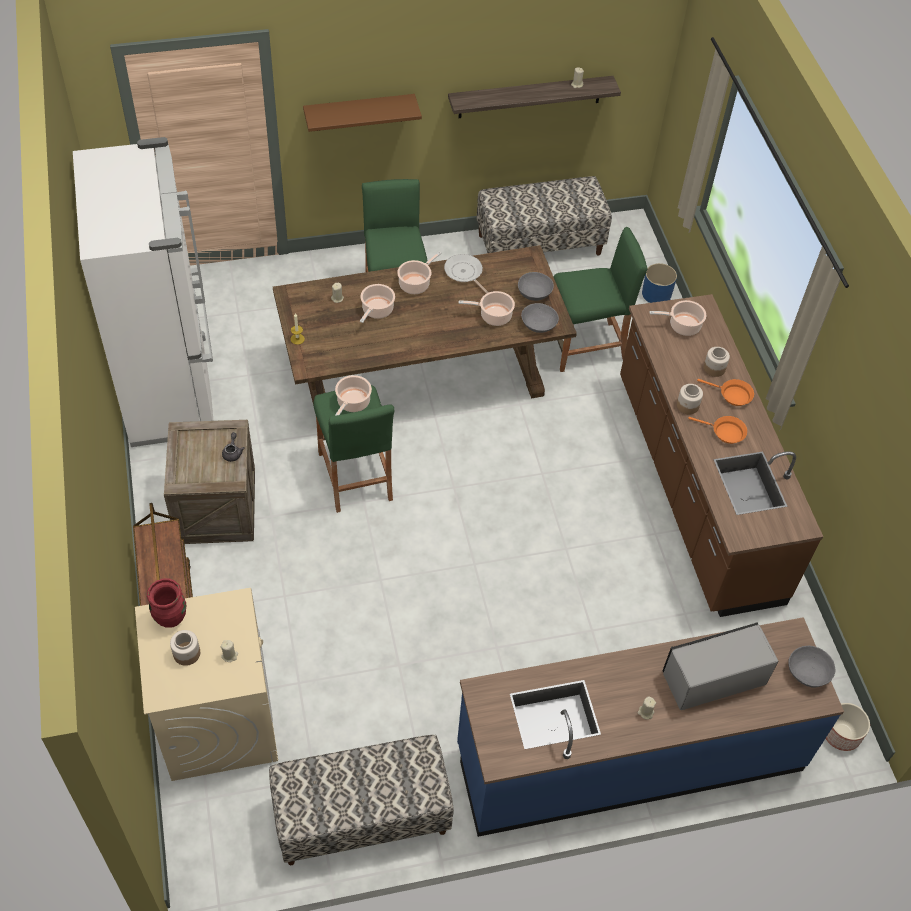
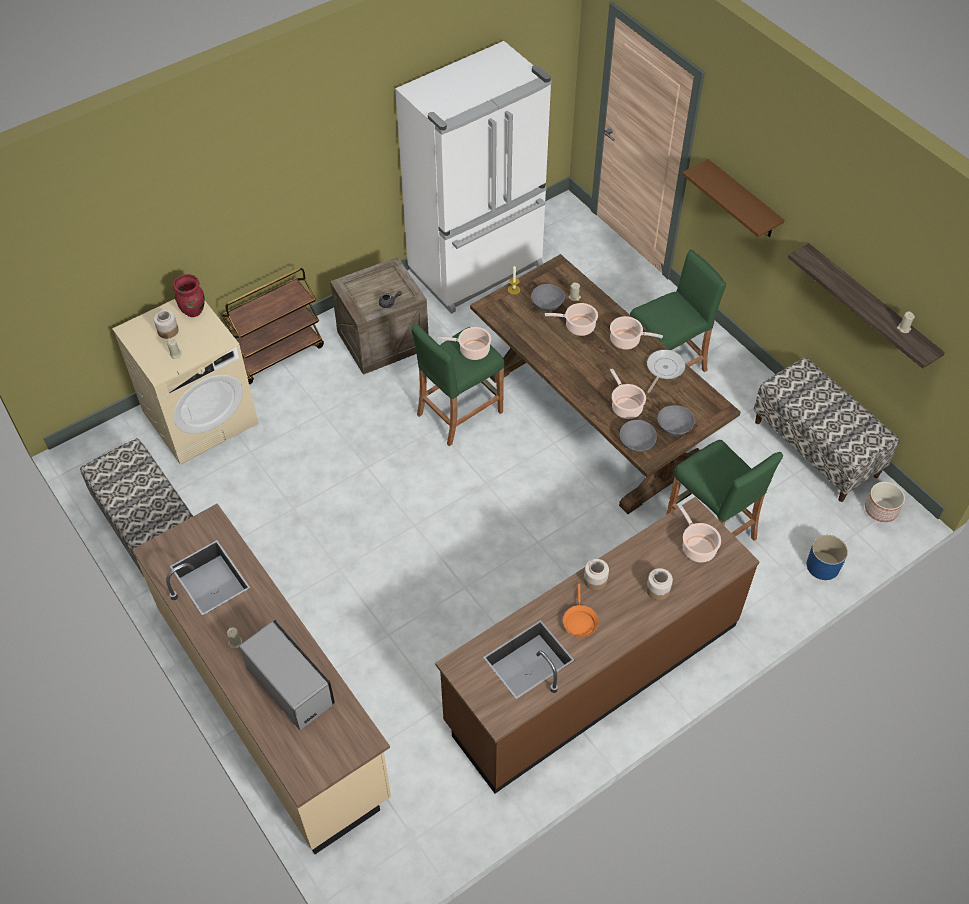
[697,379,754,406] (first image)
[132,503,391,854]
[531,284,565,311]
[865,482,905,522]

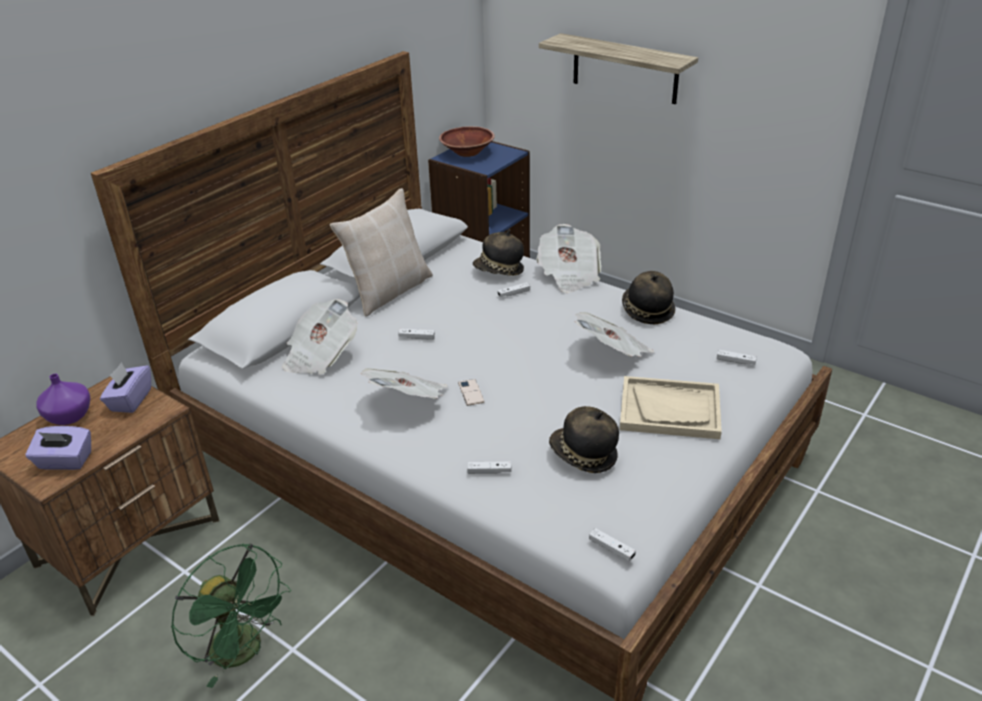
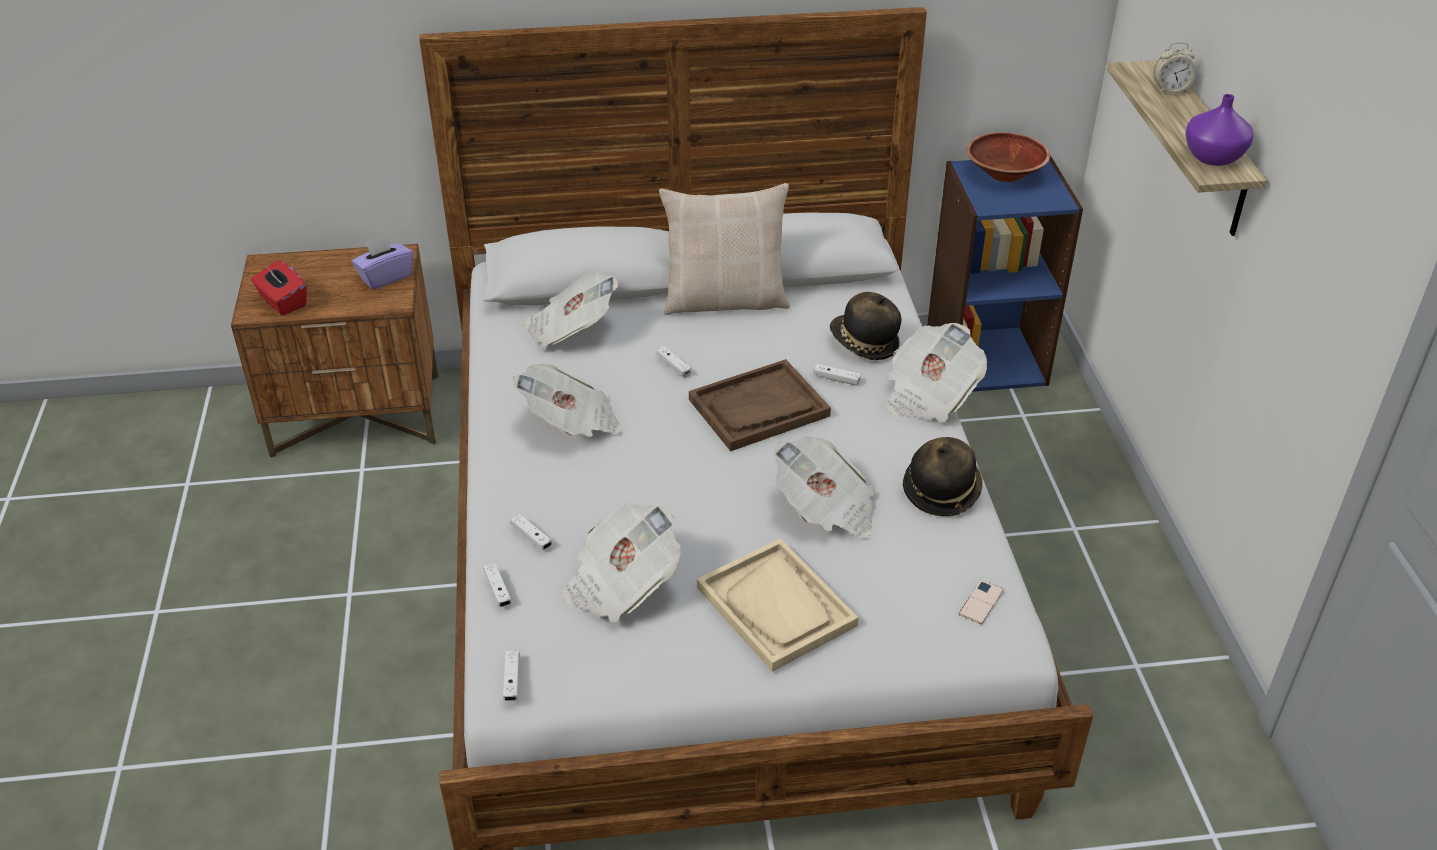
[483,563,512,607]
[1185,94,1254,166]
[958,579,1004,624]
[562,502,681,623]
[251,260,307,315]
[171,543,291,688] (first image)
[1154,42,1196,93]
[689,359,831,451]

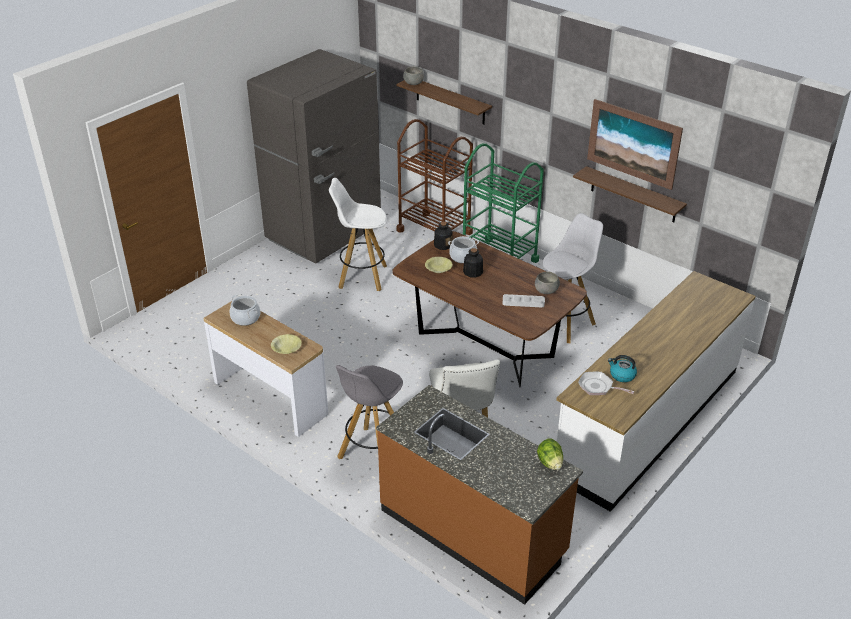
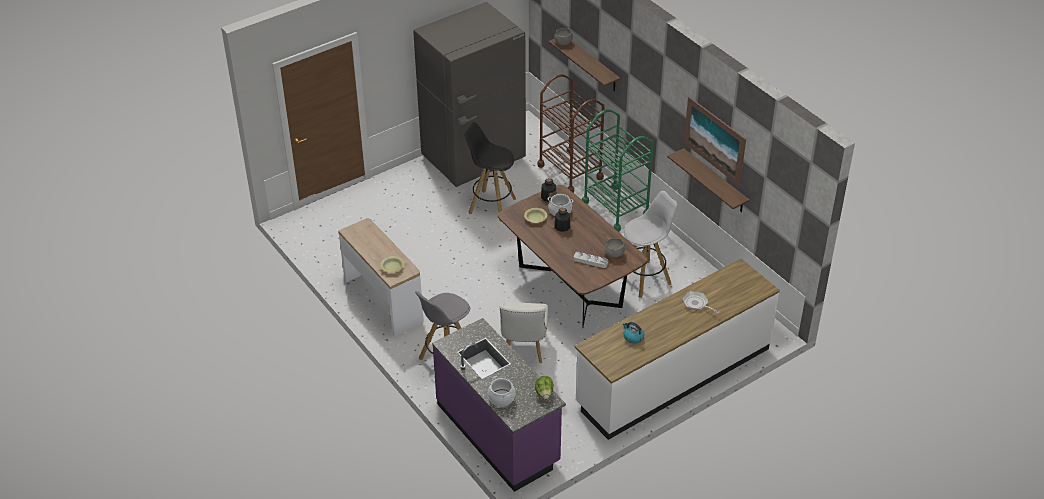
[465,122,516,222]
[488,376,515,406]
[682,291,720,314]
[432,318,566,492]

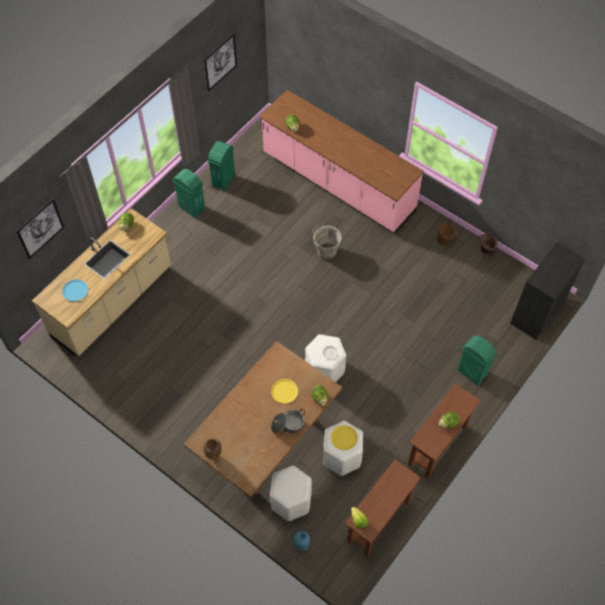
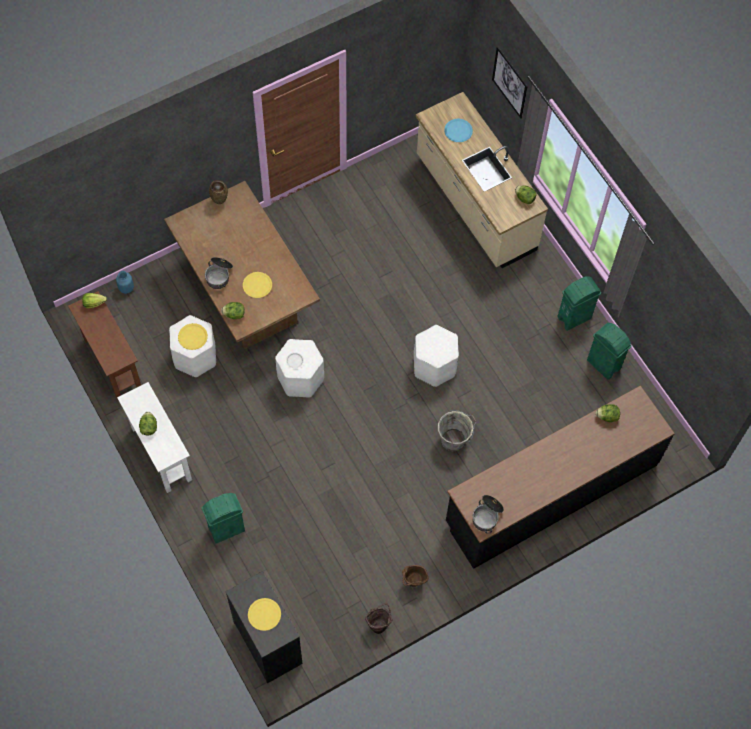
[204,33,237,92] (first image)
[446,386,675,569]
[117,382,192,493]
[414,325,459,387]
[473,495,504,533]
[248,598,281,631]

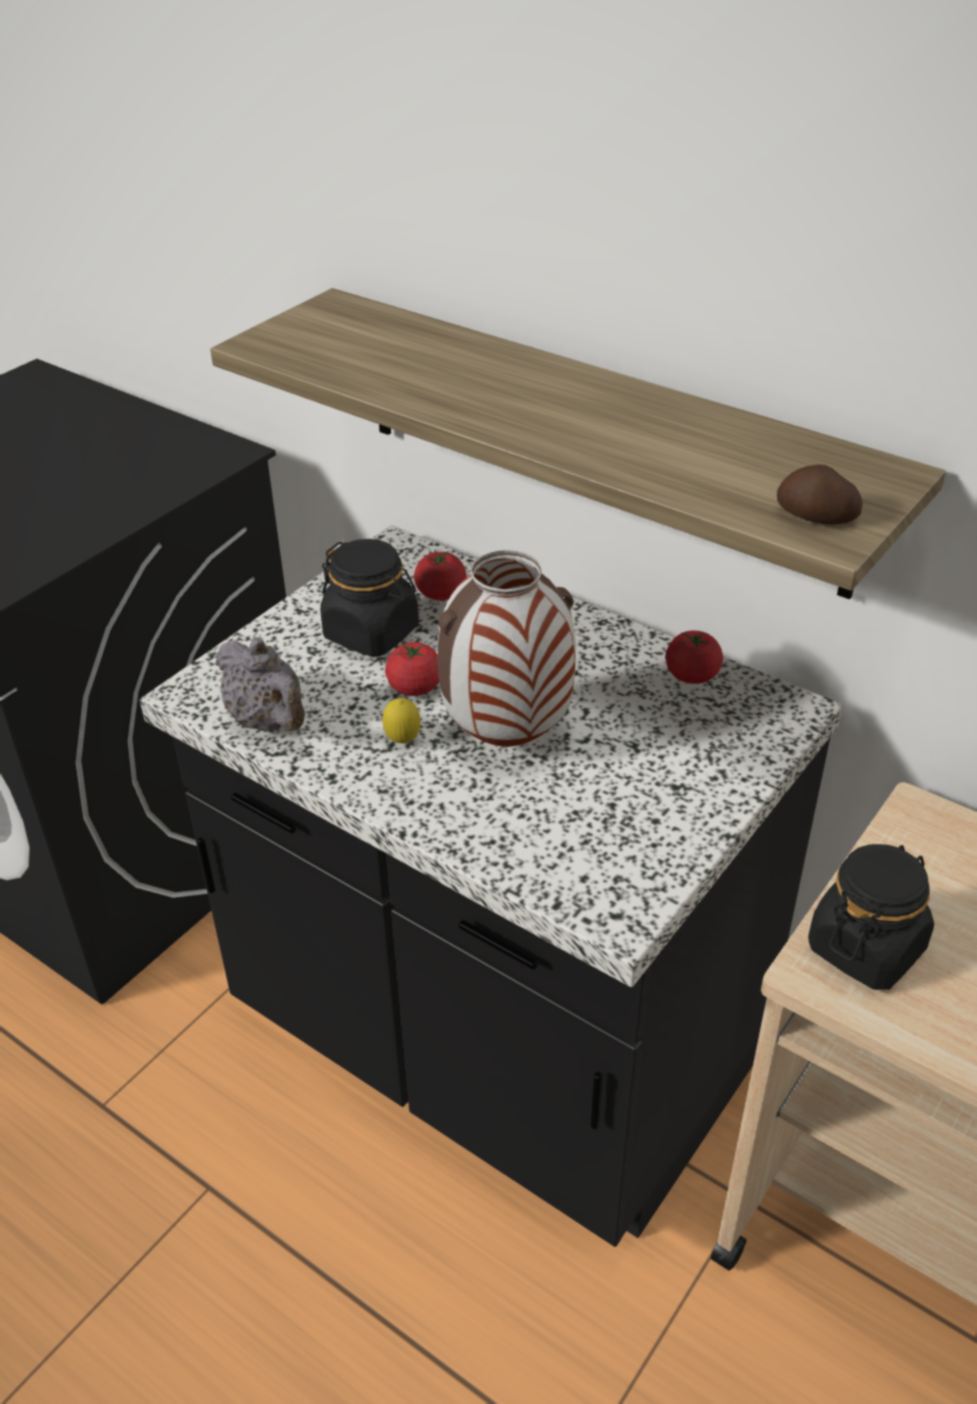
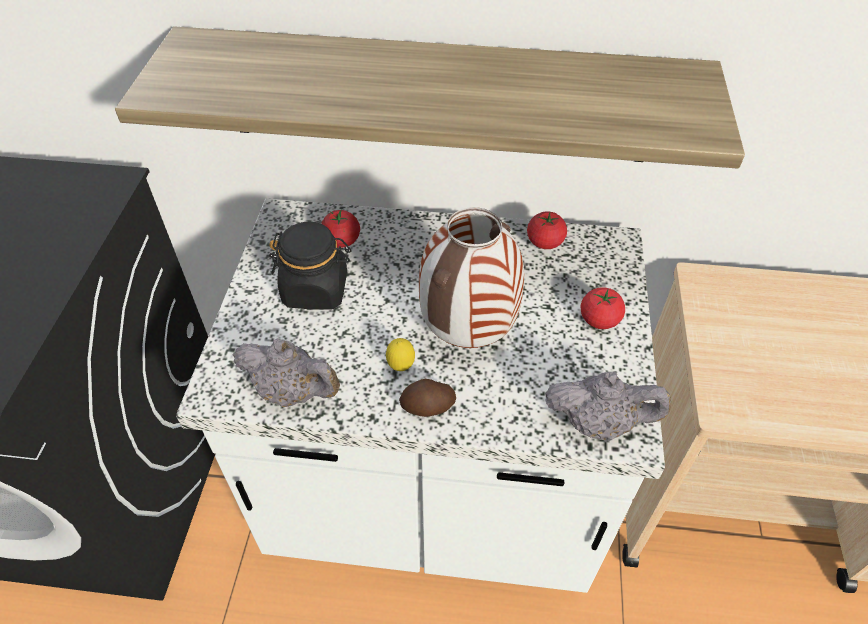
[399,379,456,417]
[176,198,665,593]
[581,287,625,329]
[808,844,934,990] (first image)
[545,372,672,441]

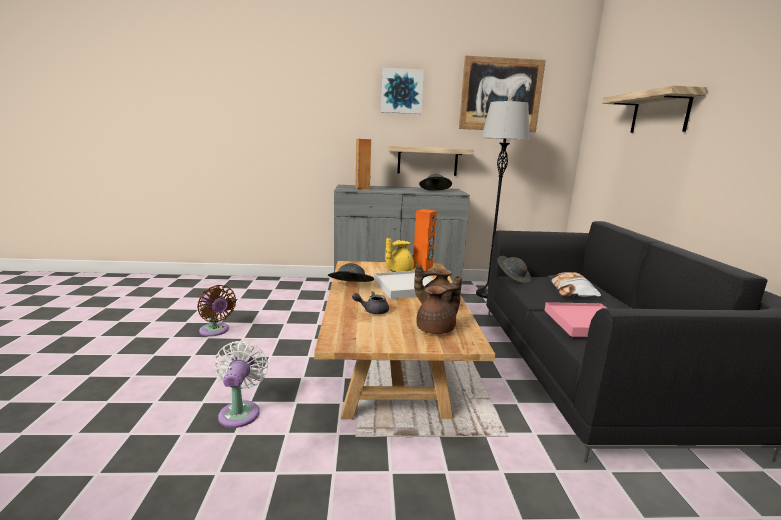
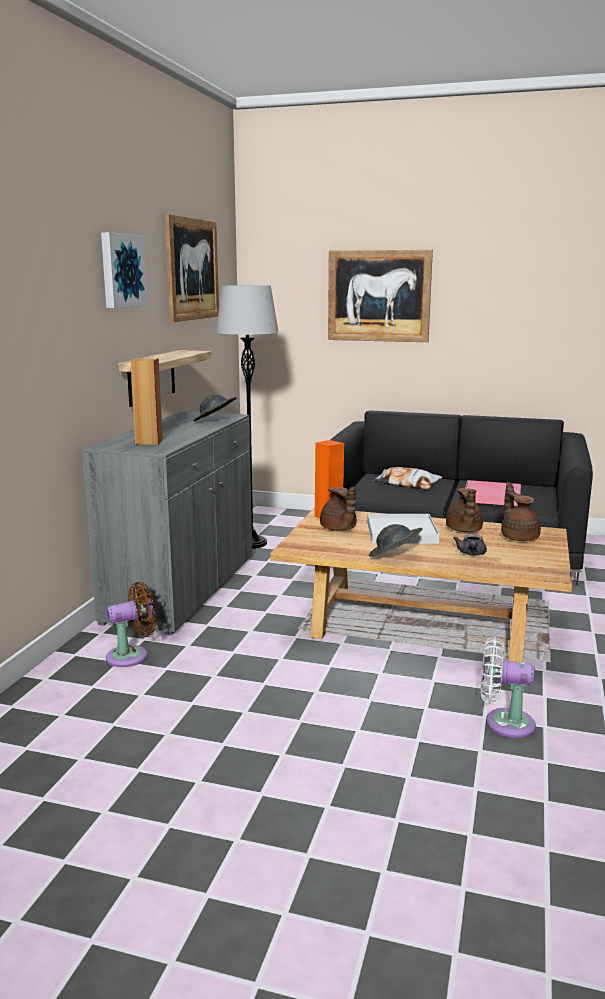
[328,250,433,342]
[320,487,356,531]
[497,256,531,283] (first image)
[106,582,156,667]

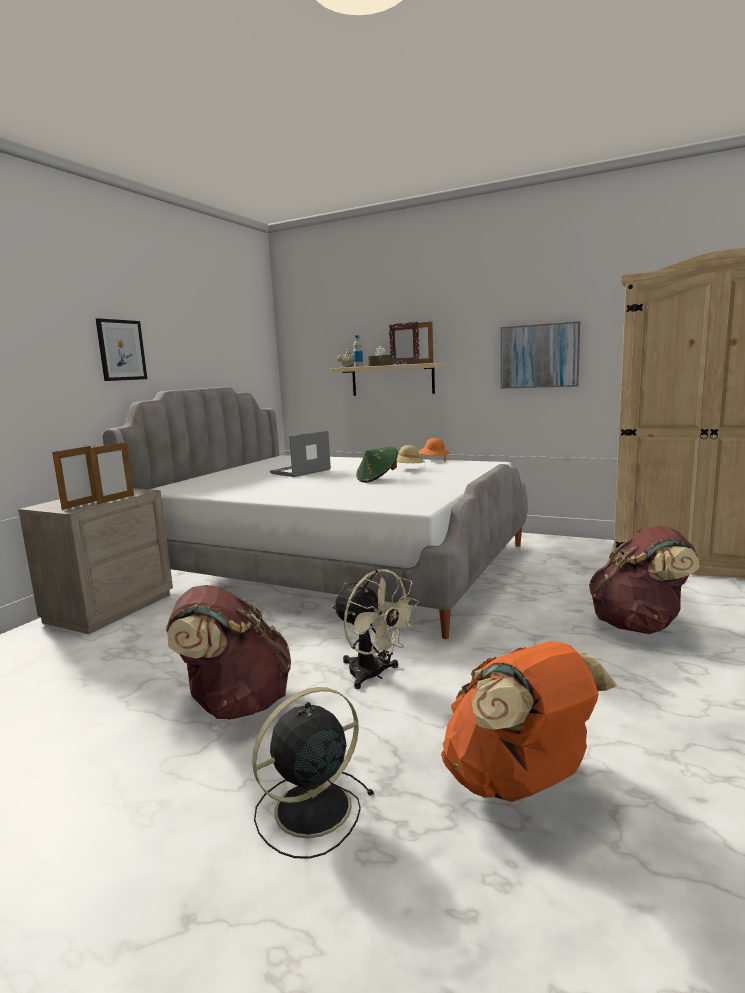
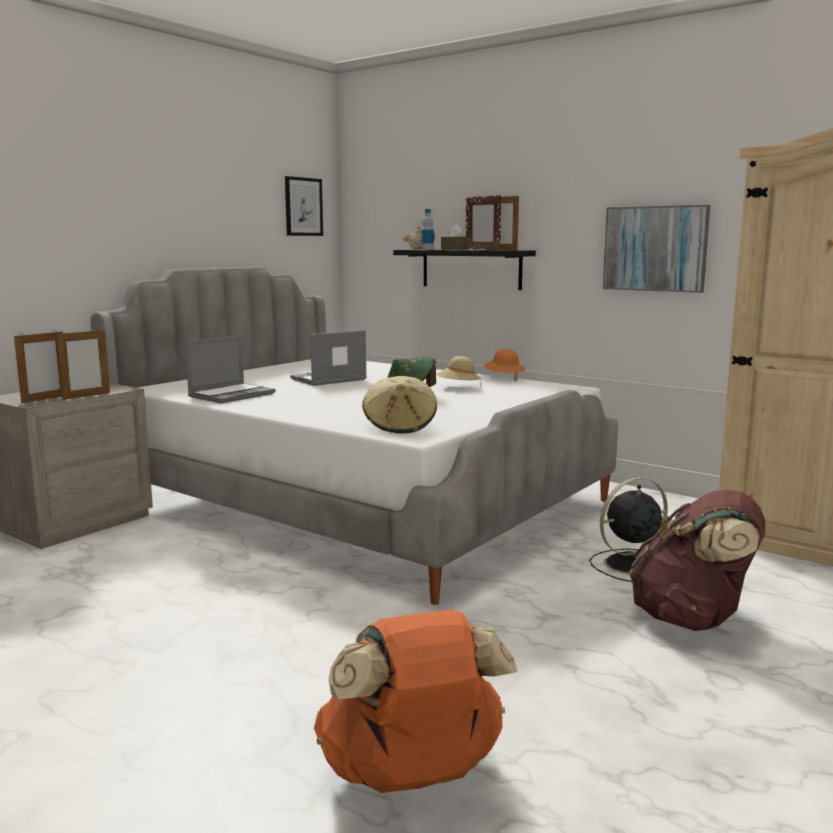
[285,176,323,236]
[393,250,536,290]
[332,569,419,689] (first image)
[166,585,291,720] (first image)
[589,477,668,582]
[185,336,276,404]
[362,376,437,433]

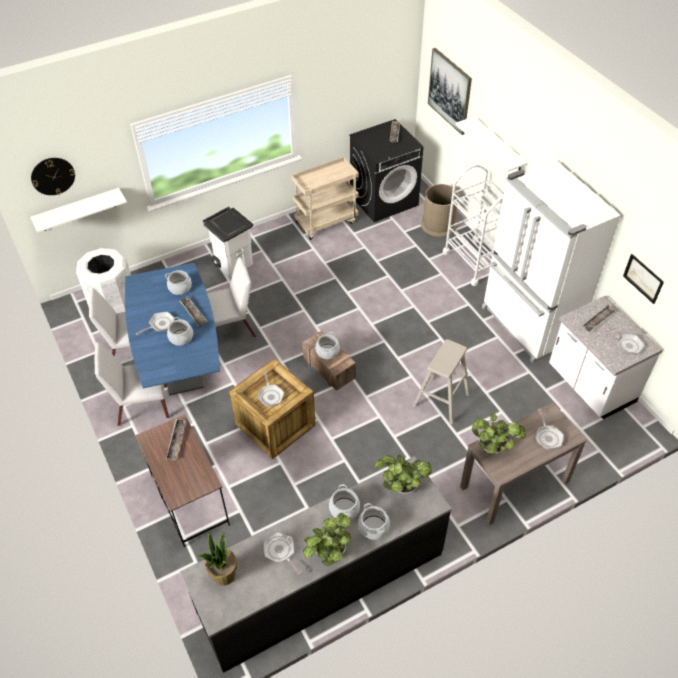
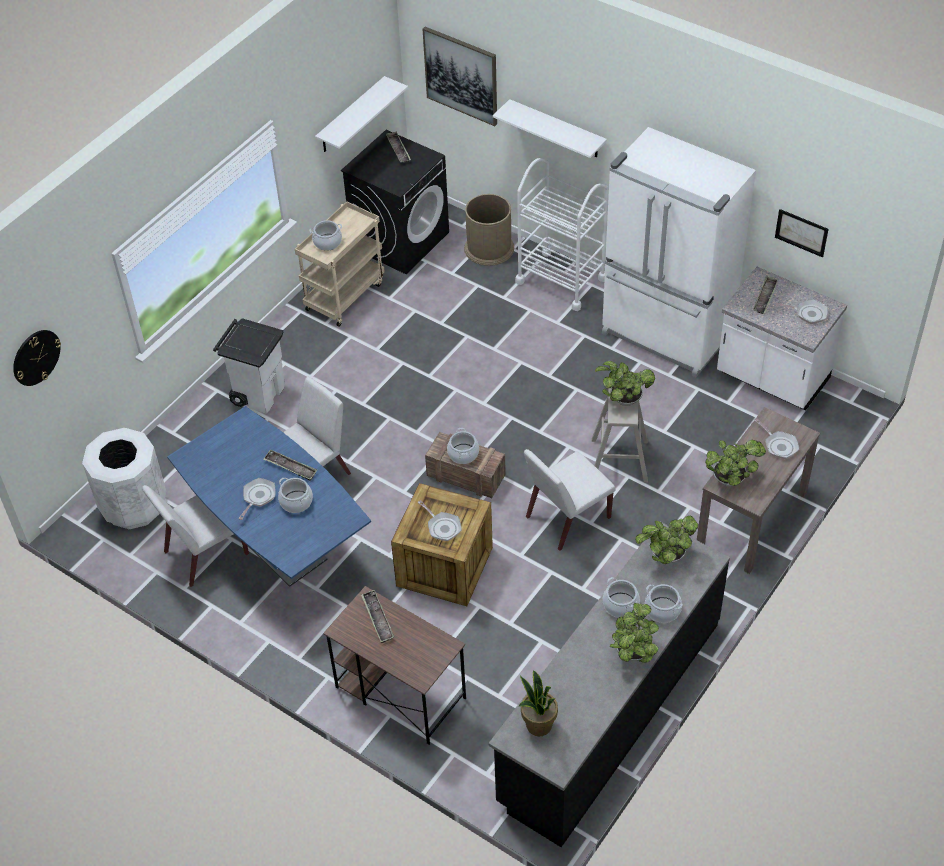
[315,76,408,152]
[310,220,342,251]
[524,449,615,551]
[263,532,302,575] (first image)
[595,361,655,406]

